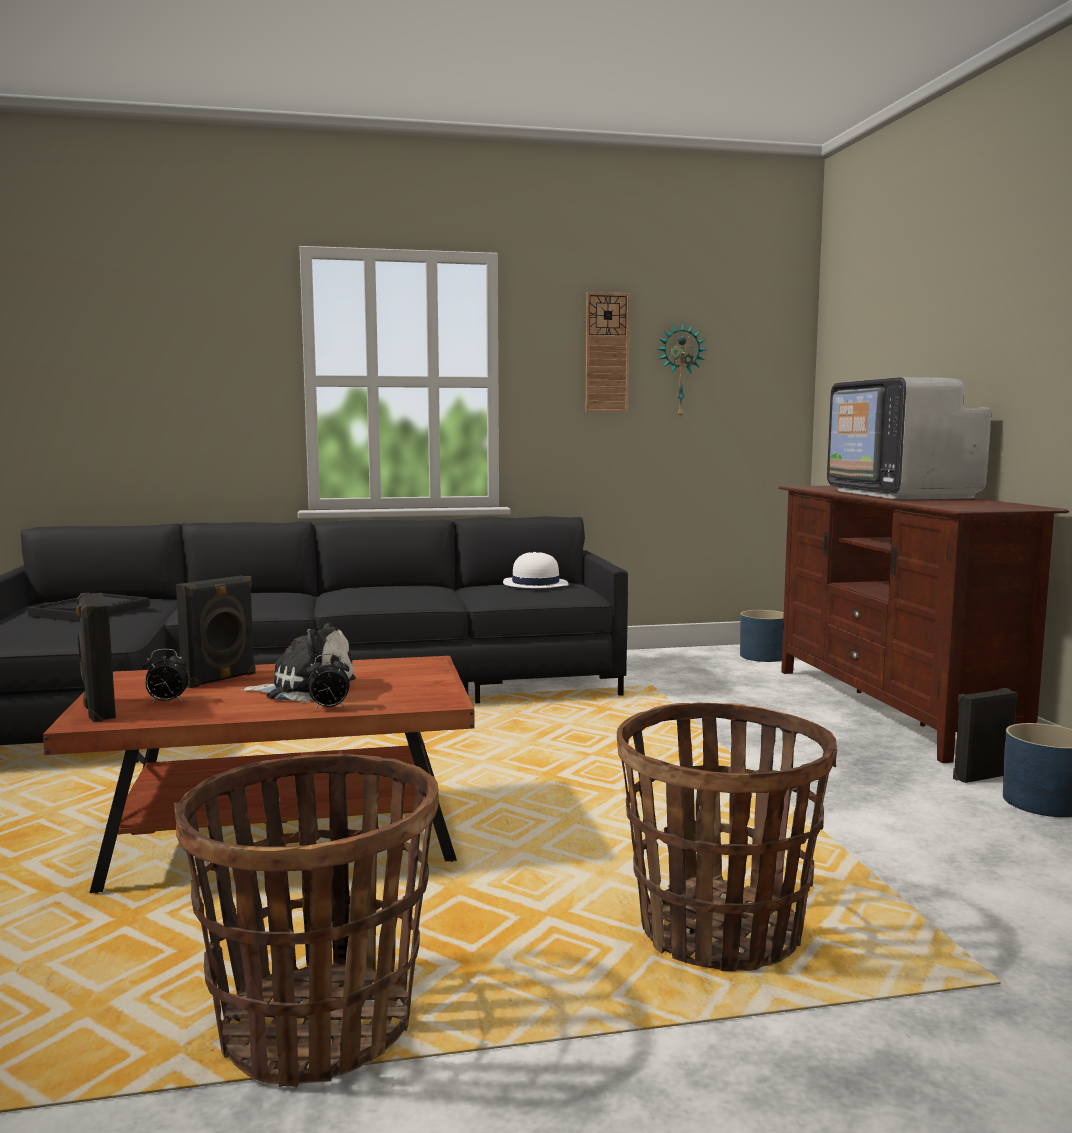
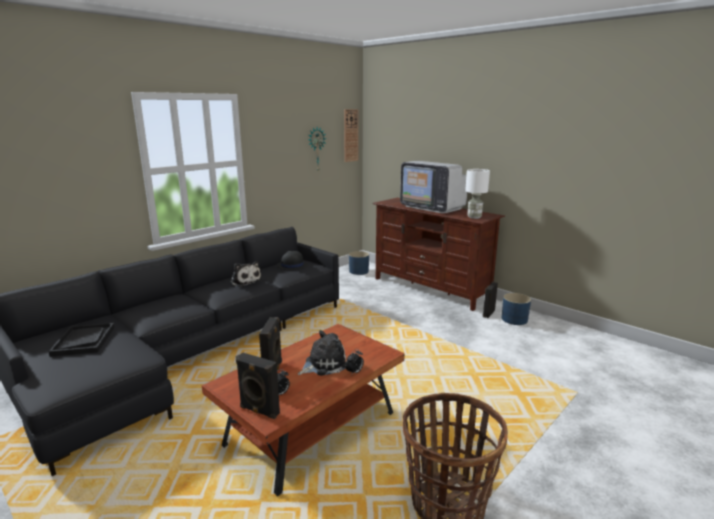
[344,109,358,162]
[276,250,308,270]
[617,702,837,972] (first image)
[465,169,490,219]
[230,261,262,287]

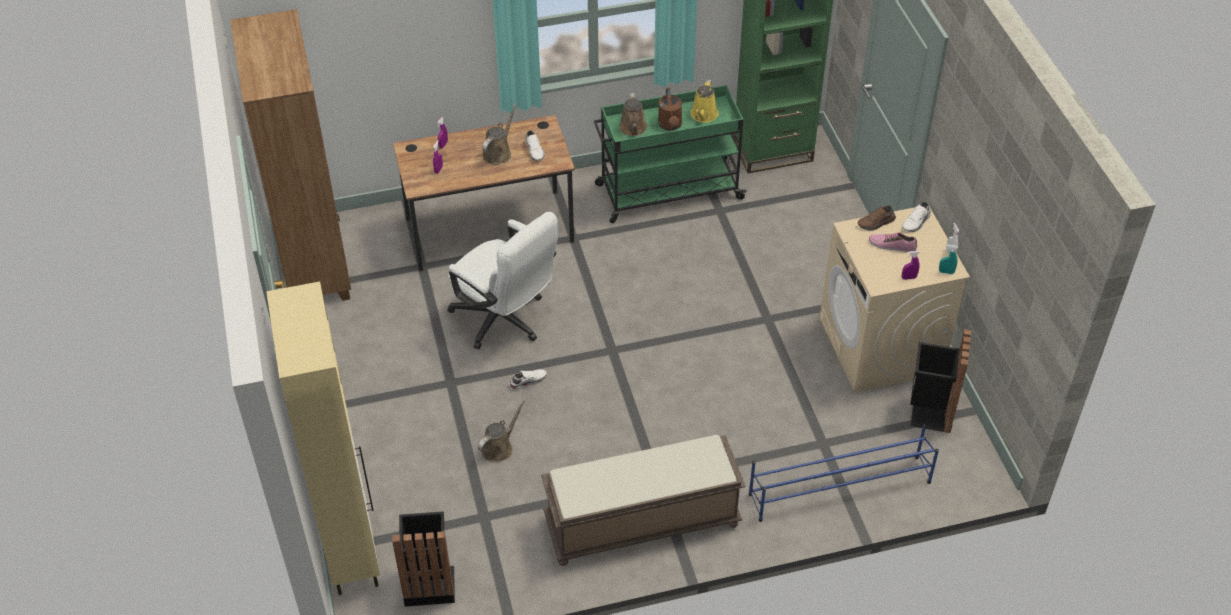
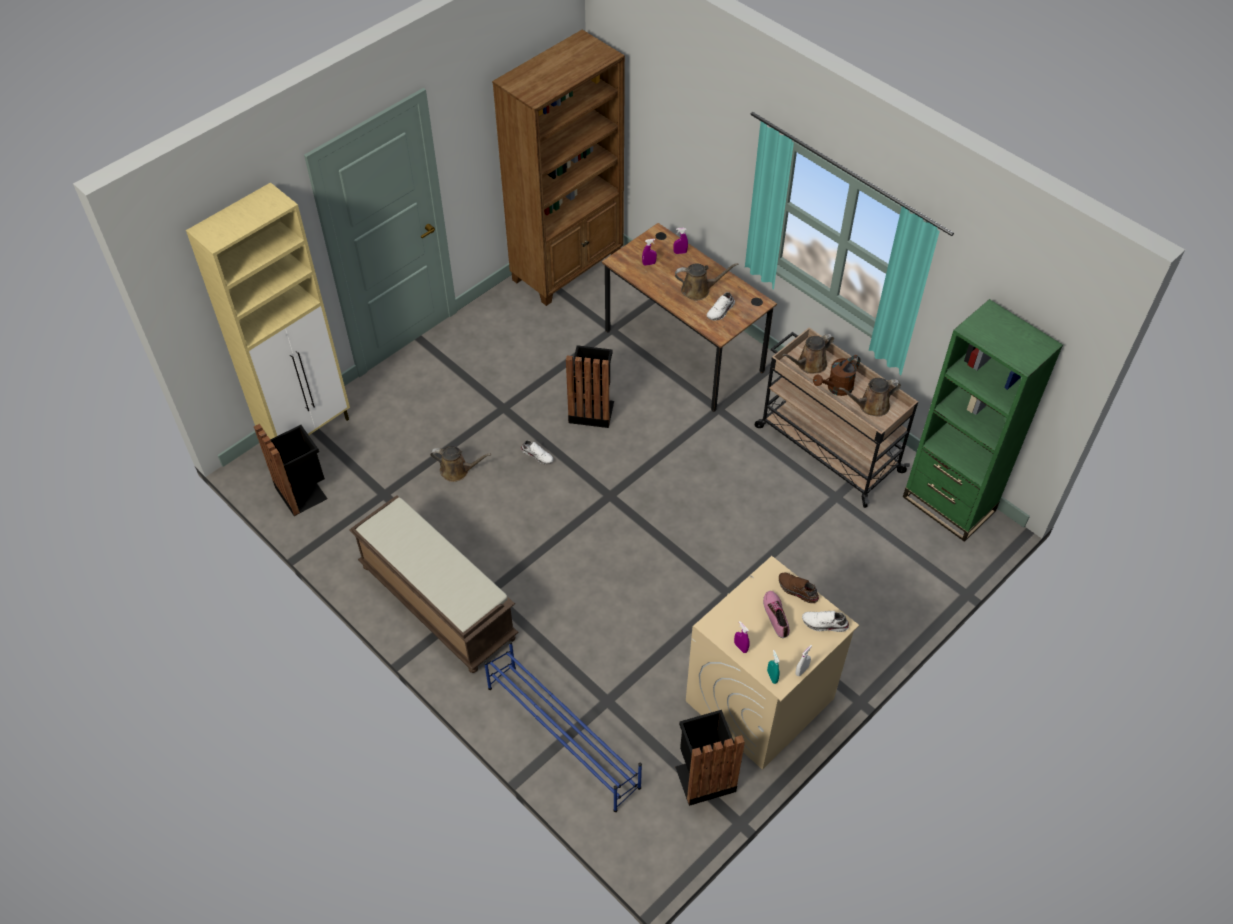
[839,378,901,417]
[755,327,918,508]
[566,345,614,428]

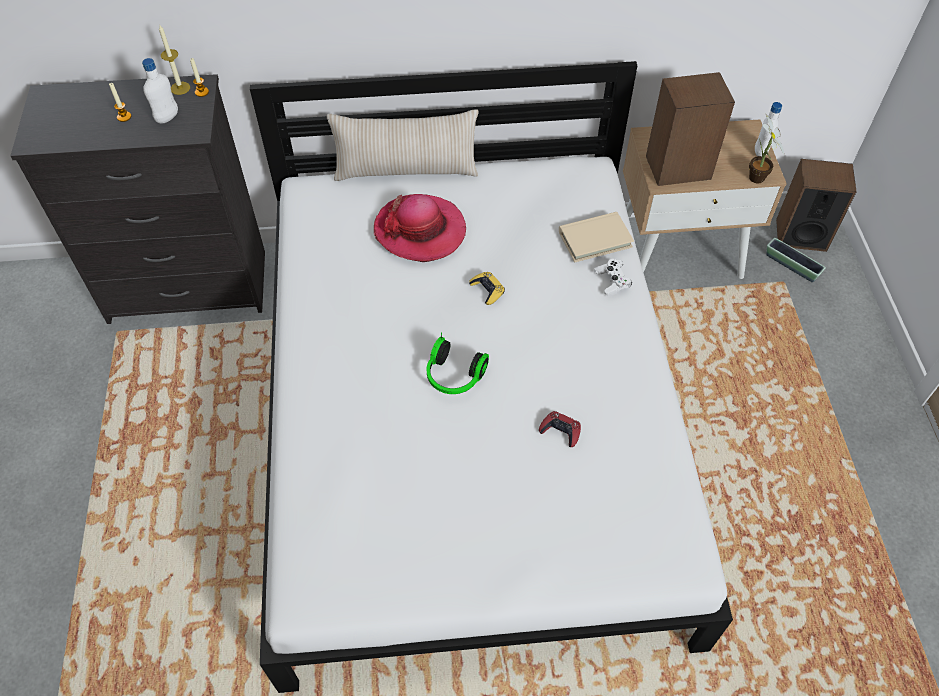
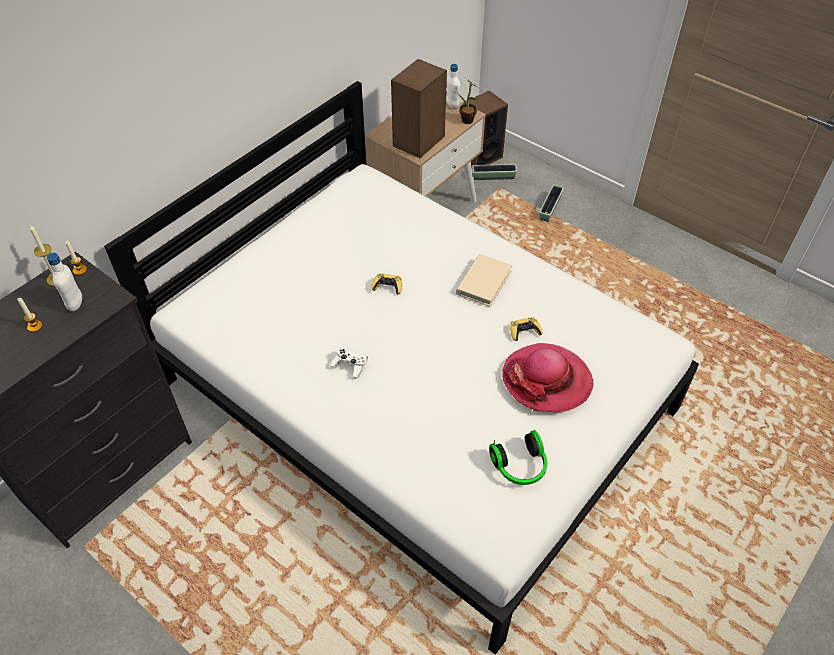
[327,109,479,181] (first image)
[502,343,593,412]
[456,254,512,307]
[330,346,368,379]
[489,430,547,485]
[510,317,543,341]
[539,185,564,222]

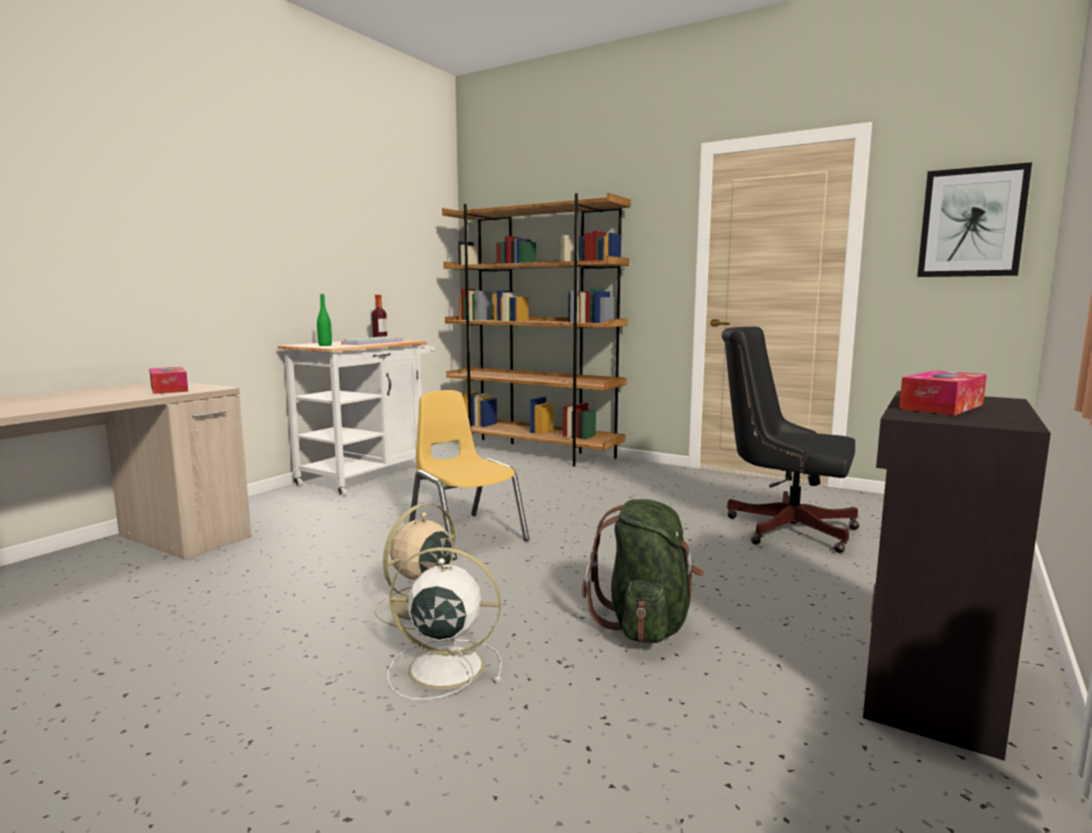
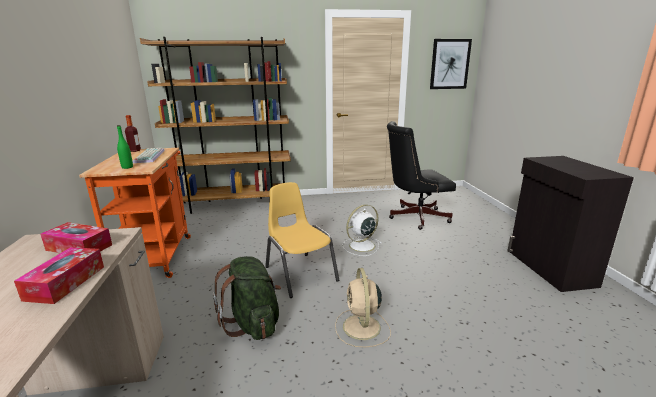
[79,148,191,278]
[14,247,104,304]
[265,182,339,298]
[213,256,281,340]
[342,205,382,256]

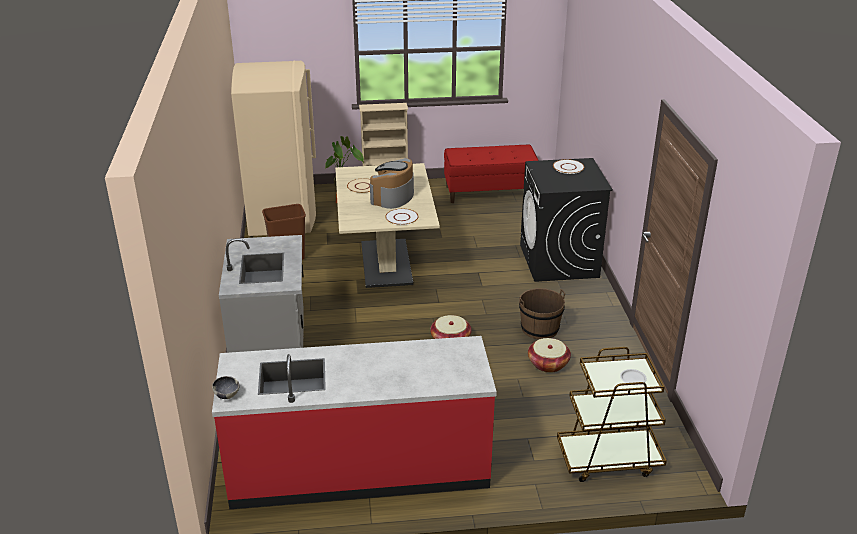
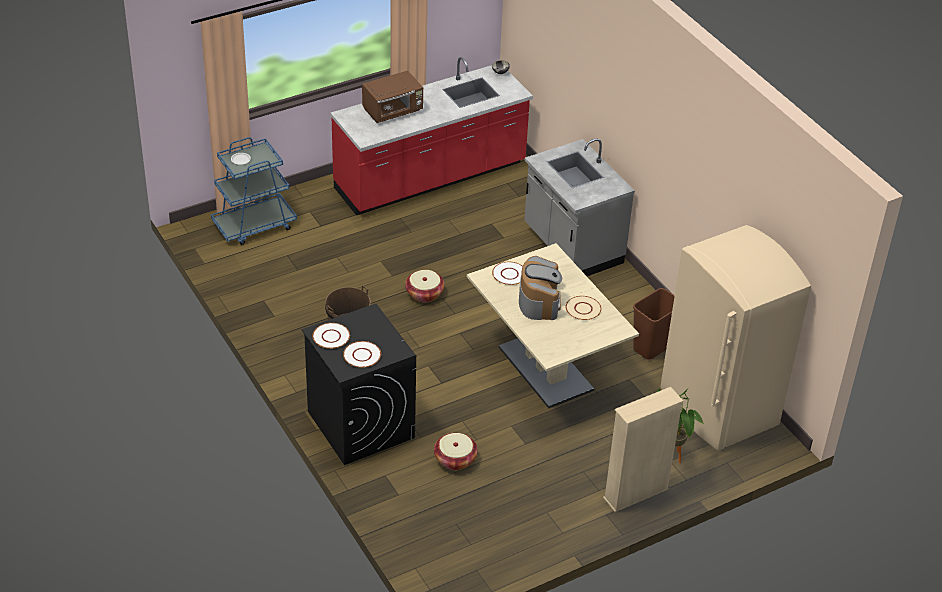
[444,145,539,203] (first image)
[434,433,478,470]
[211,137,297,245]
[362,71,423,123]
[312,323,350,349]

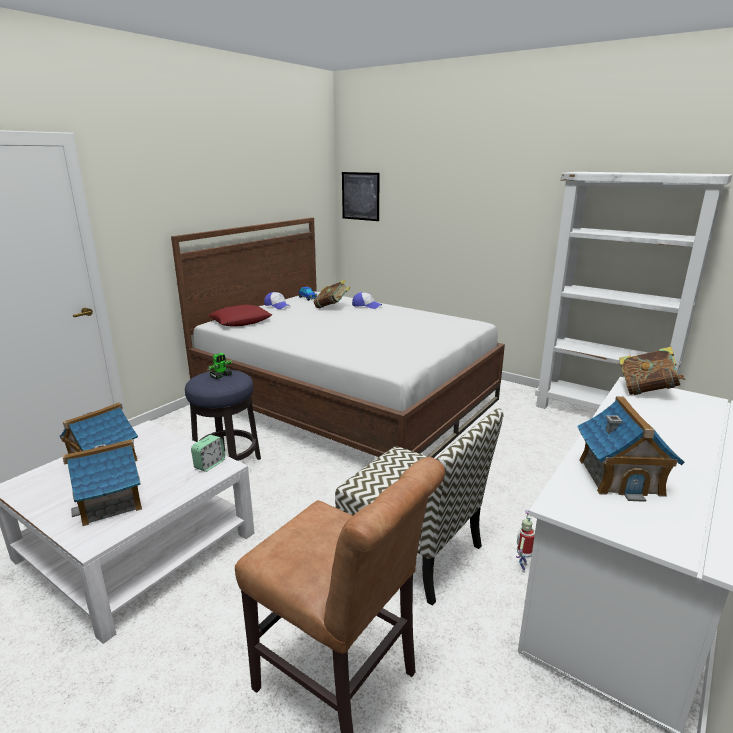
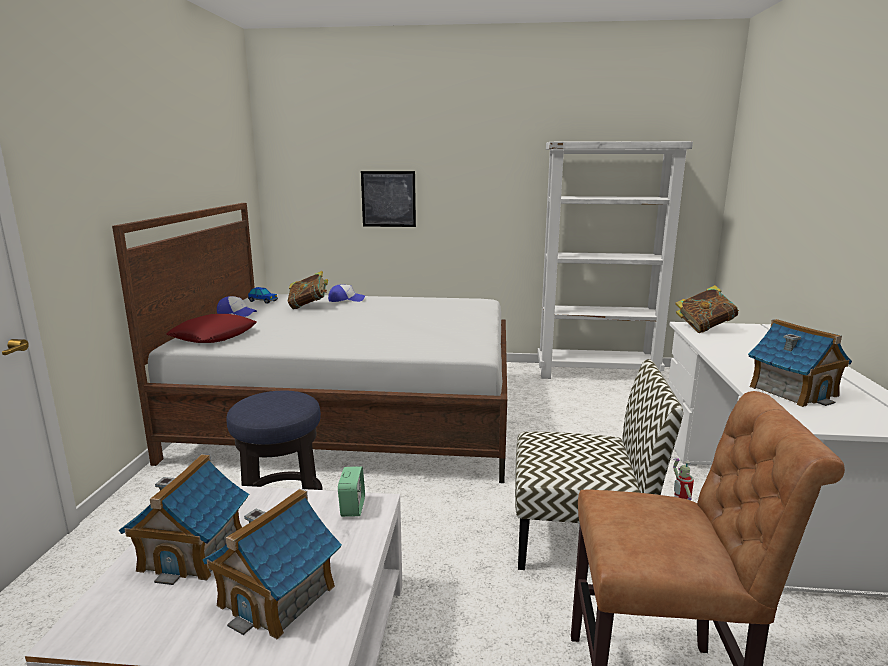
[361,171,416,227]
[207,353,233,379] (first image)

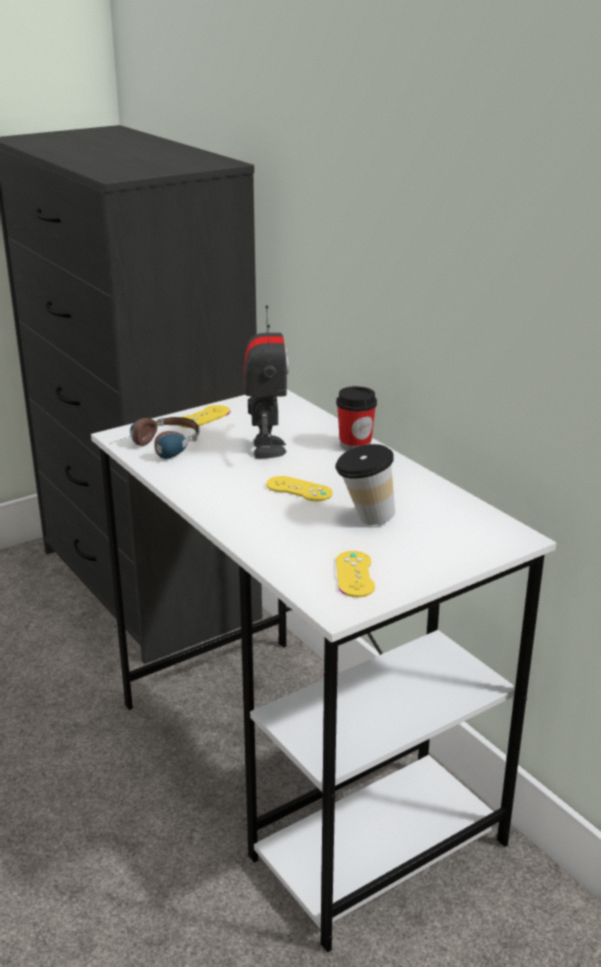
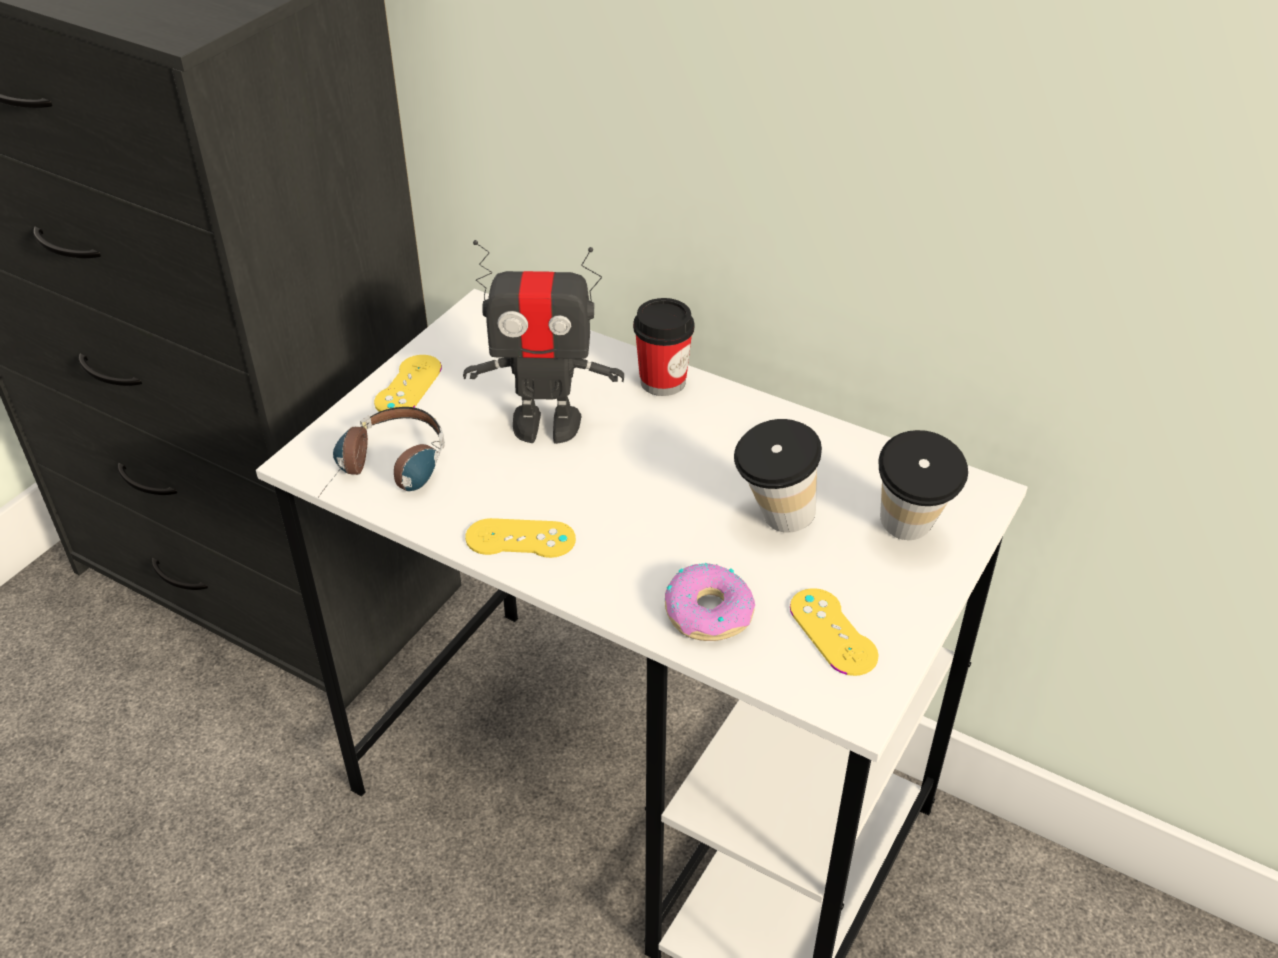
[463,240,624,444]
[465,518,576,558]
[879,430,968,540]
[665,563,755,641]

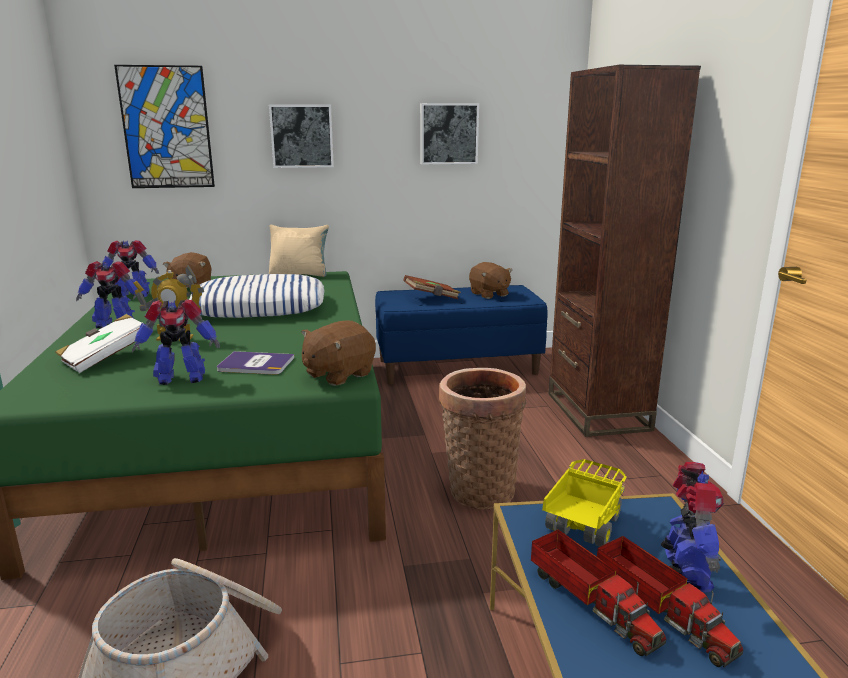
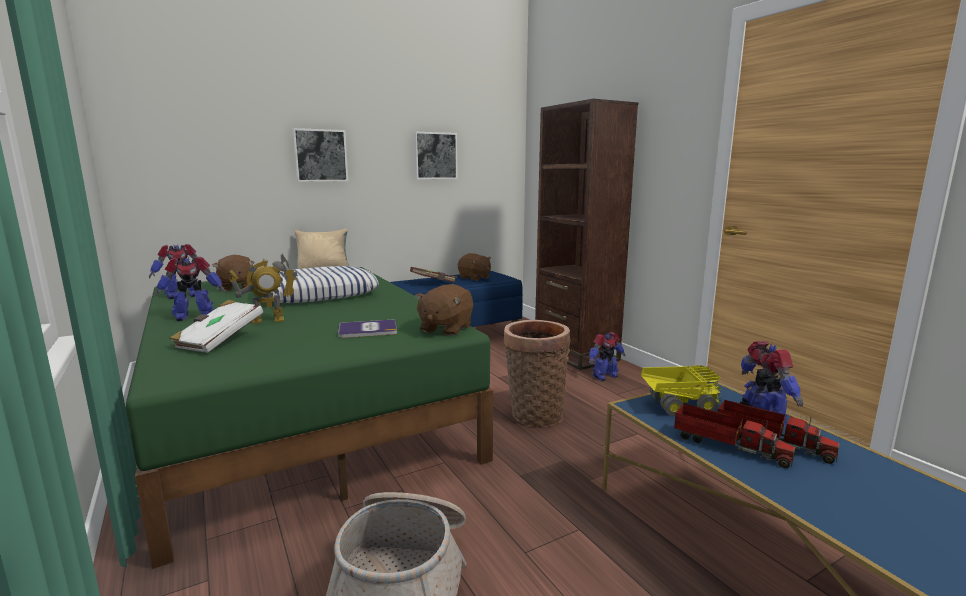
[114,65,215,188] (first image)
[589,332,626,381]
[641,365,721,416]

